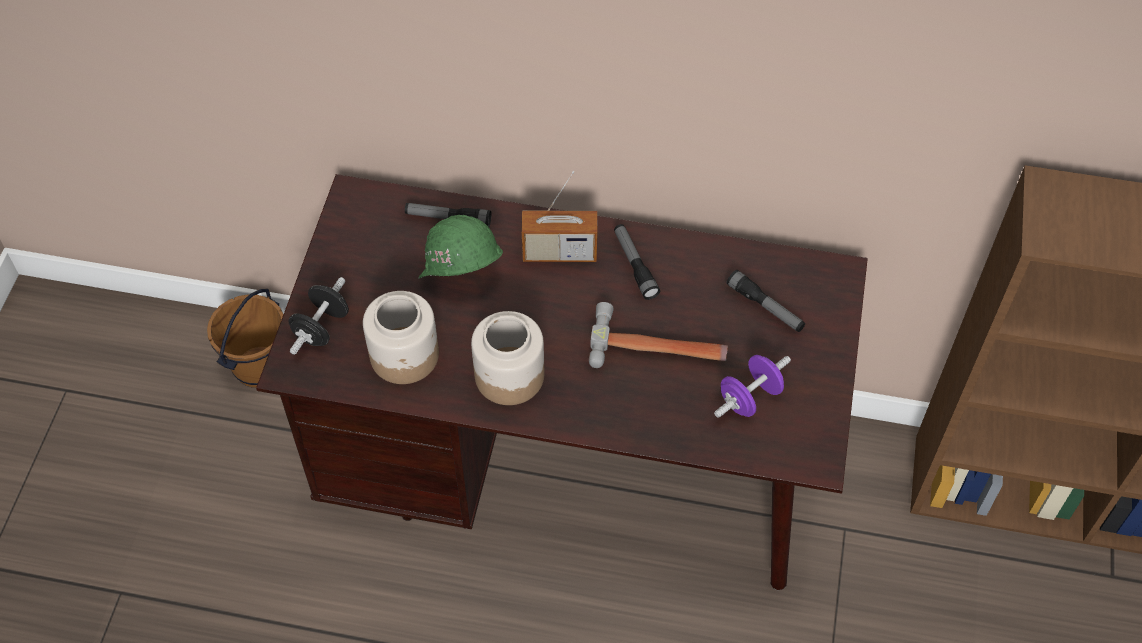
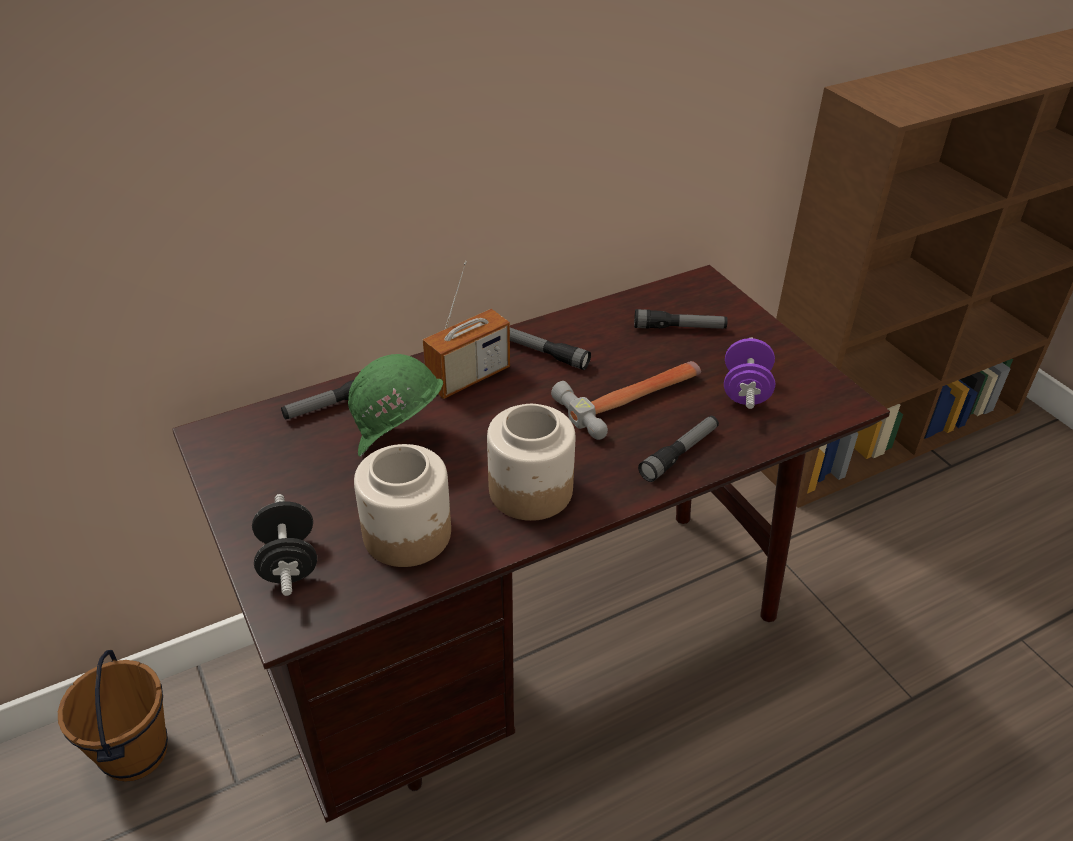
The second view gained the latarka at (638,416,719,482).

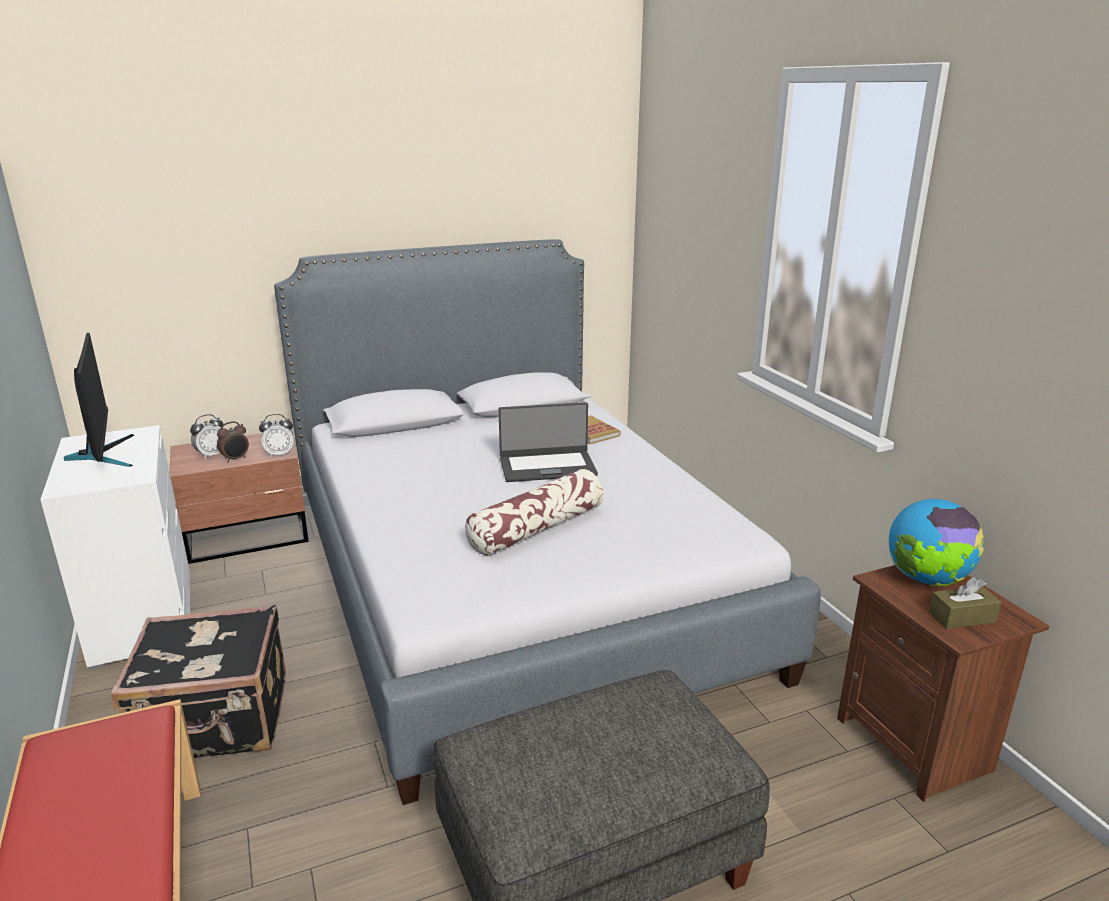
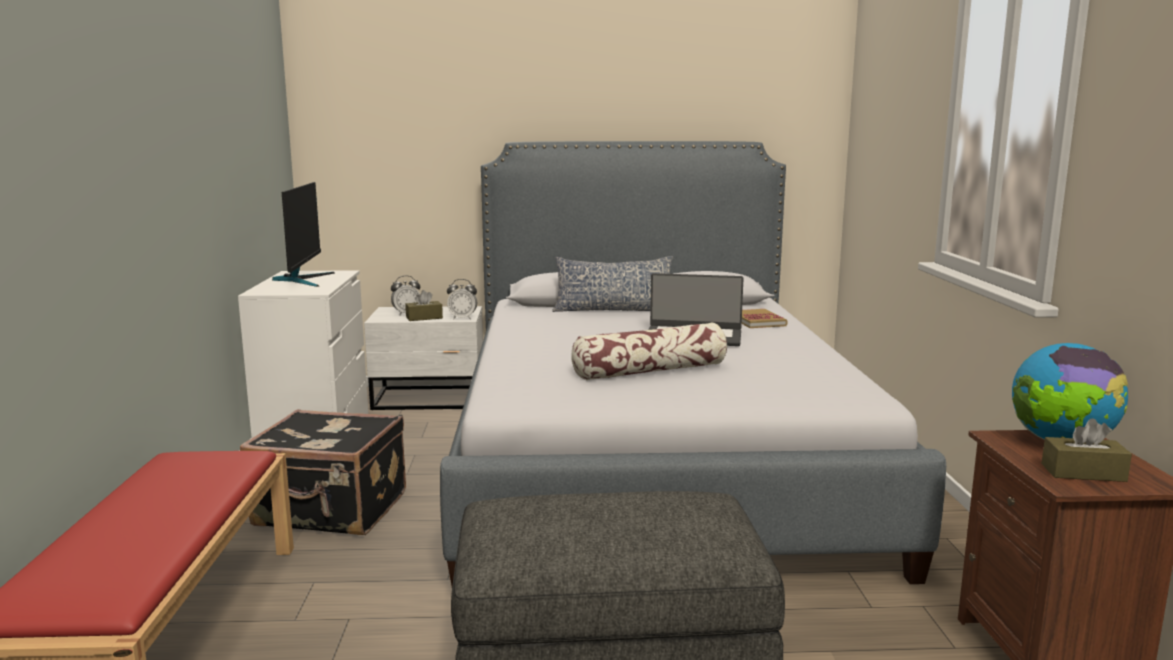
What was the szafka nocna [brązowy] at (170,434,309,564) turned into the szafka nocna [biały] at (364,306,483,410).
Where the budzik stood at (217,421,249,462), the pudełko chusteczek [brązowy] came to stand at (406,290,443,321).
The second view gained the poduszka at (552,256,673,312).

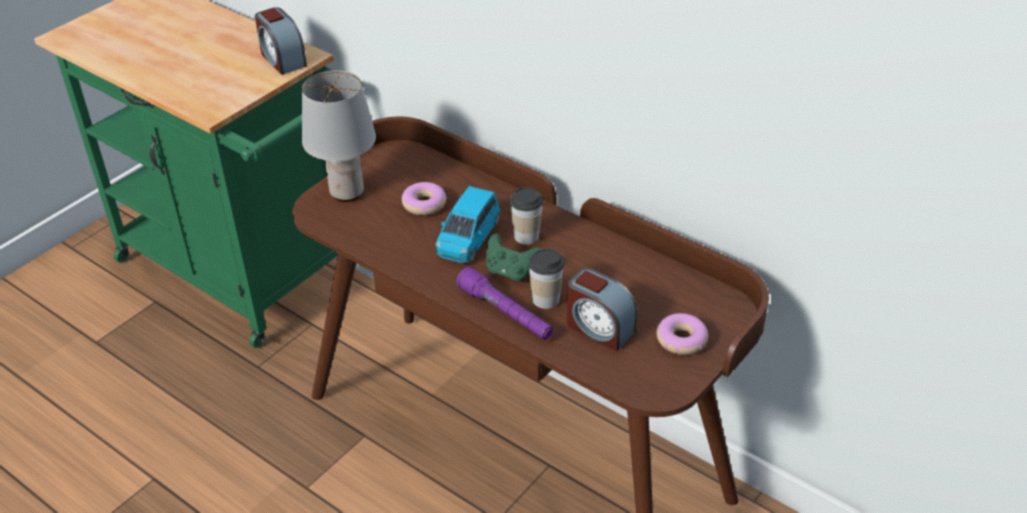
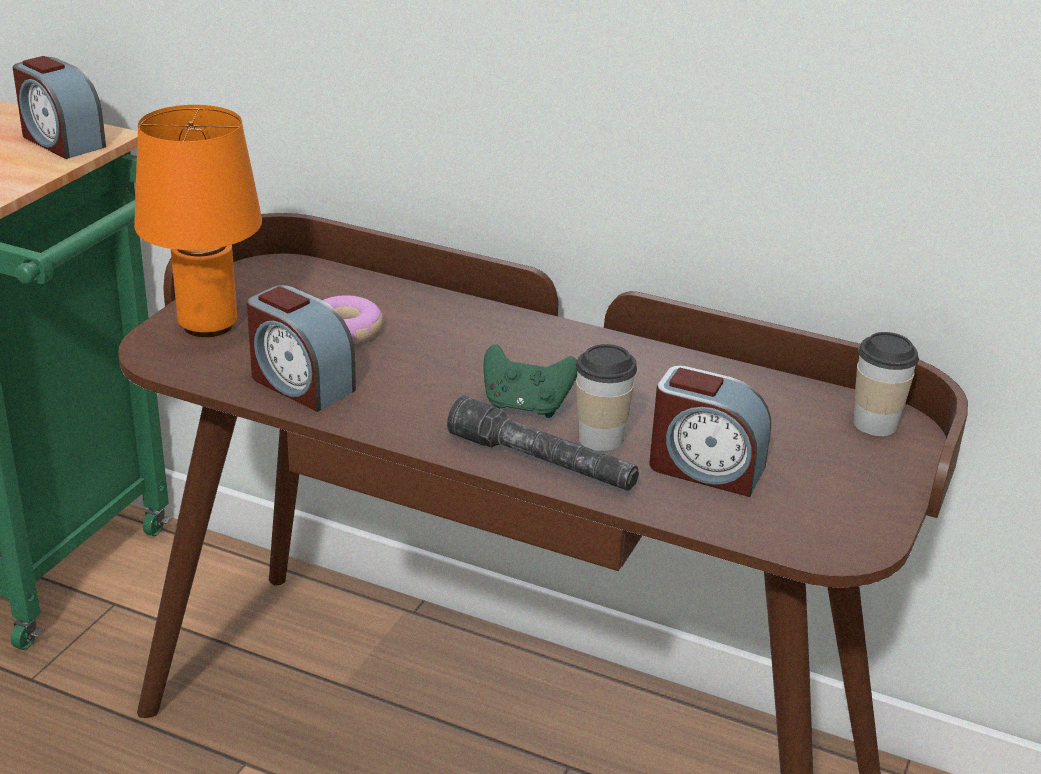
What was the lampa stołowa [szary] at (302,70,376,202) turned into the lampa stołowa [pomarańczowy] at (134,105,262,337).
The second view gained the budzik at (247,285,356,412).
What was the latarka [fioletowy] at (456,267,553,340) turned into the latarka [szary] at (447,396,639,491).
The filiżanka ended up elsewhere, having gone from (510,187,543,245) to (853,332,919,436).
The second view lost the samochodzik [niebieski] at (435,186,500,263).
The second view lost the donut at (657,313,708,355).

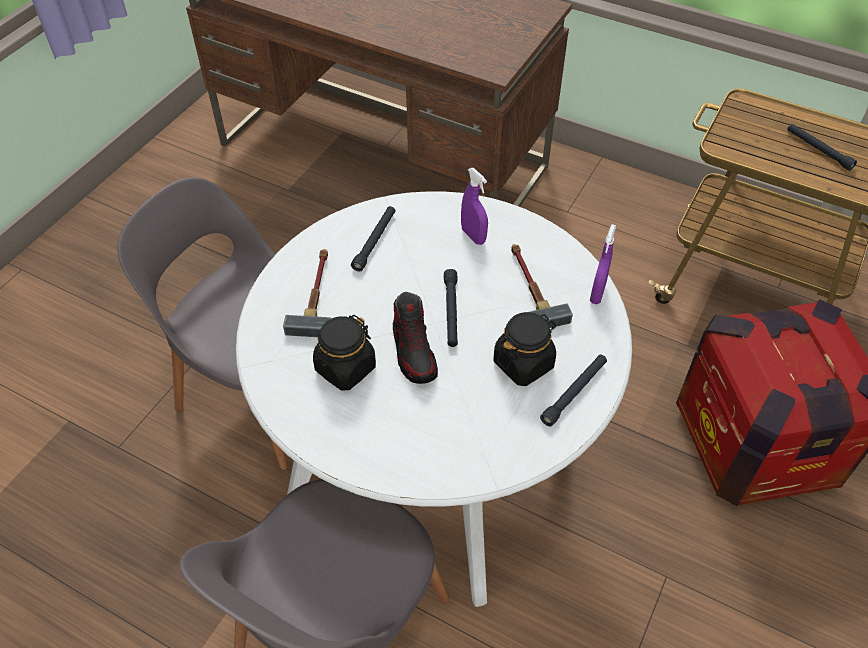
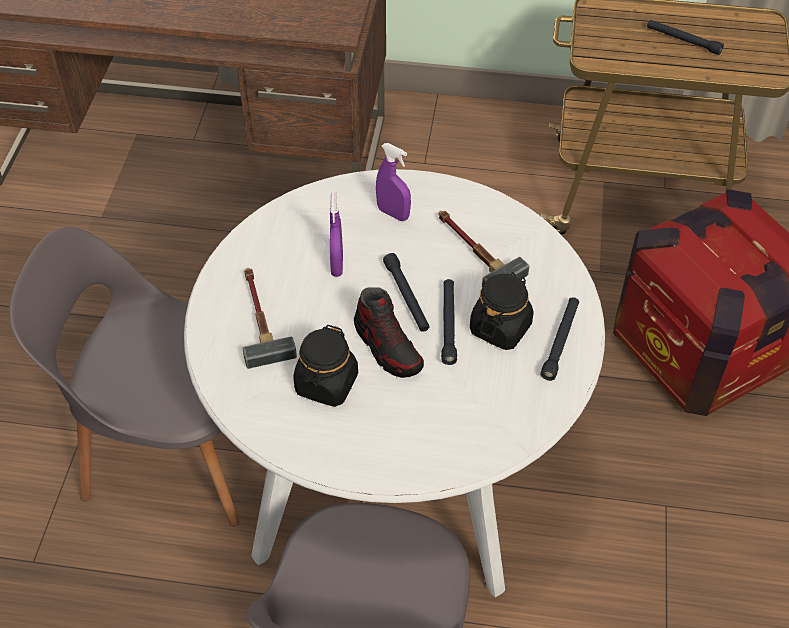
The spryskiwacz [fioletowy] ended up elsewhere, having gone from (590,224,616,304) to (330,192,343,277).
The latarka [czarny] ended up elsewhere, having gone from (351,206,395,271) to (441,279,457,365).

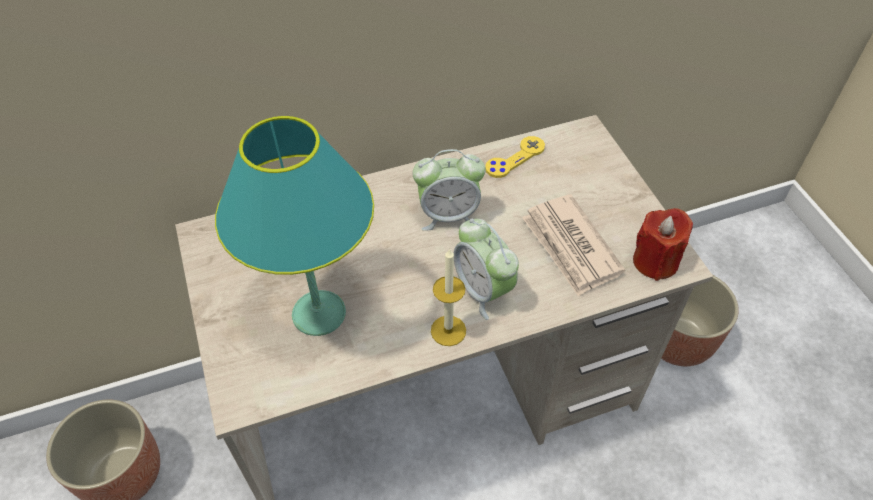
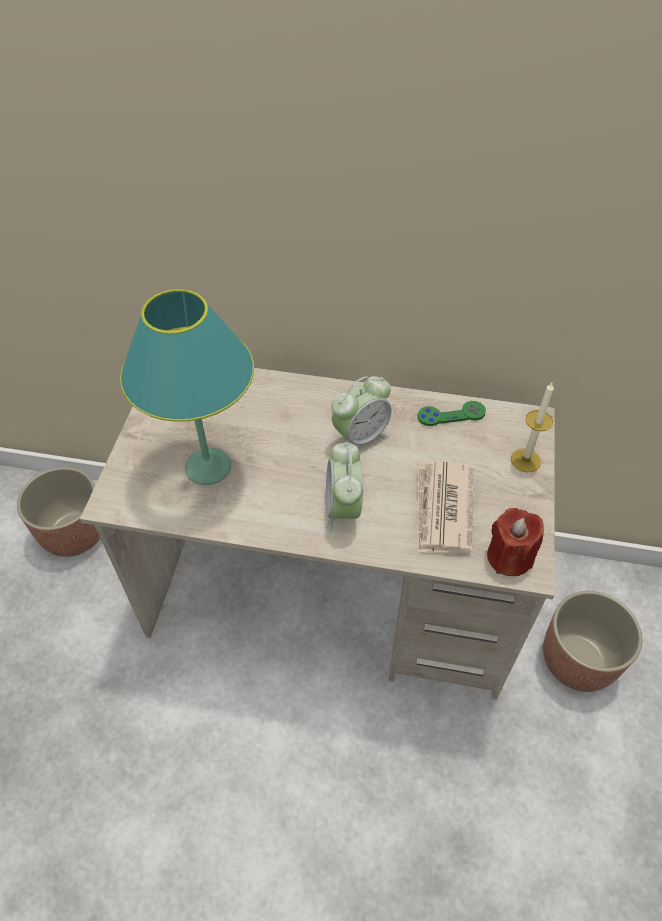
The budzik at (412,149,486,231) ended up facing another way, 60 degrees counterclockwise from before.
What was the pad do gier [żółty] at (485,136,545,178) turned into the pad do gier [zielony] at (417,401,486,426).
The świeca ended up elsewhere, having gone from (431,248,466,346) to (511,383,554,472).

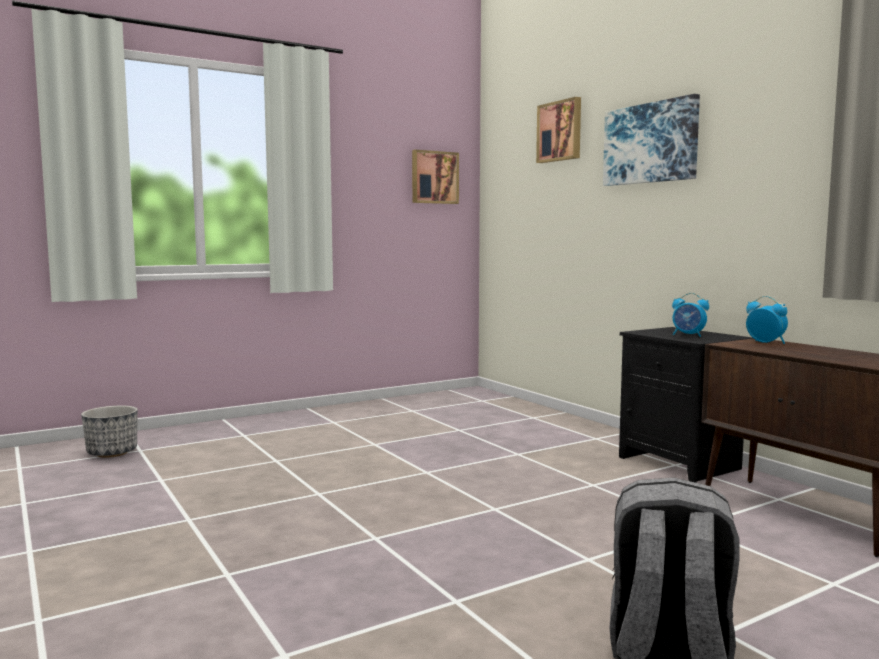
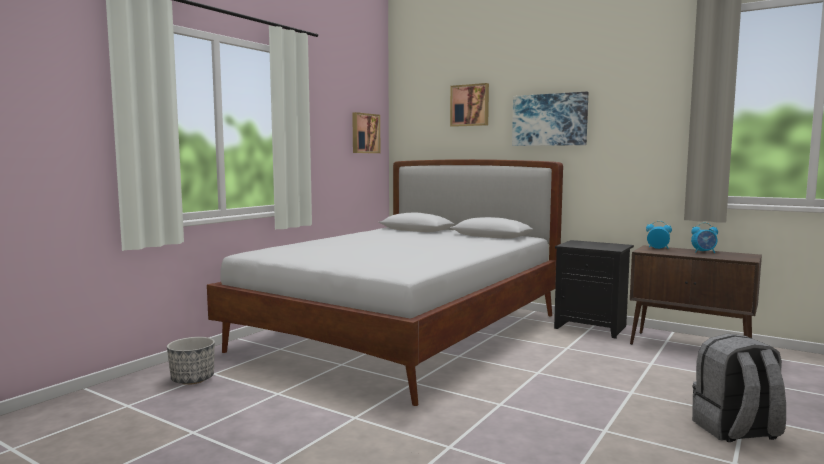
The second view gained the łóżko [biały] at (207,159,563,406).
The budzik ended up elsewhere, having gone from (672,293,709,337) to (691,222,718,253).

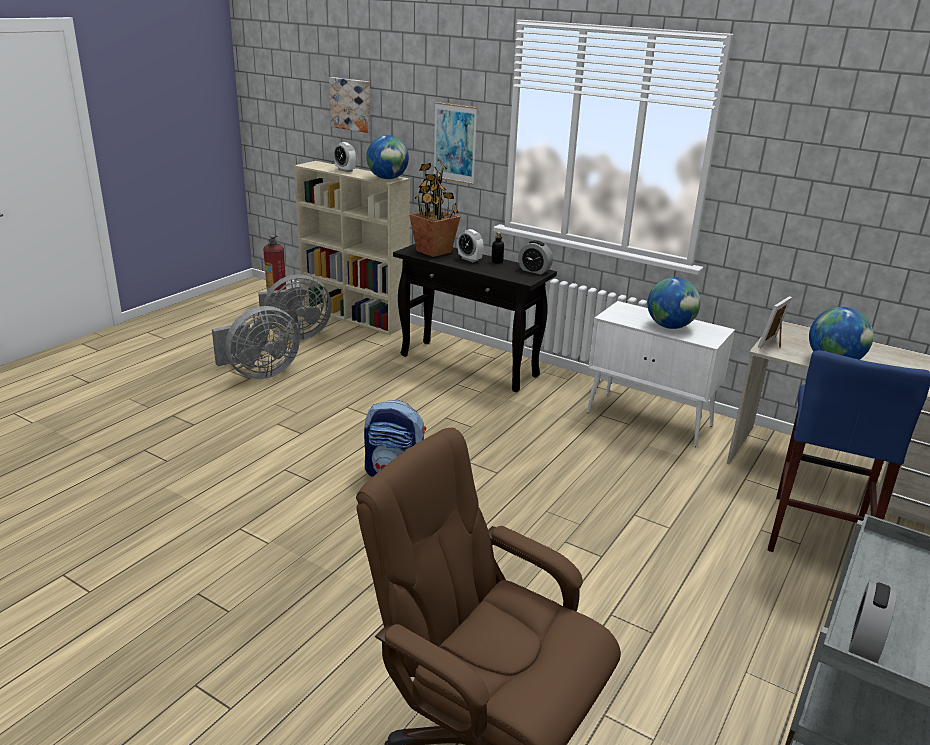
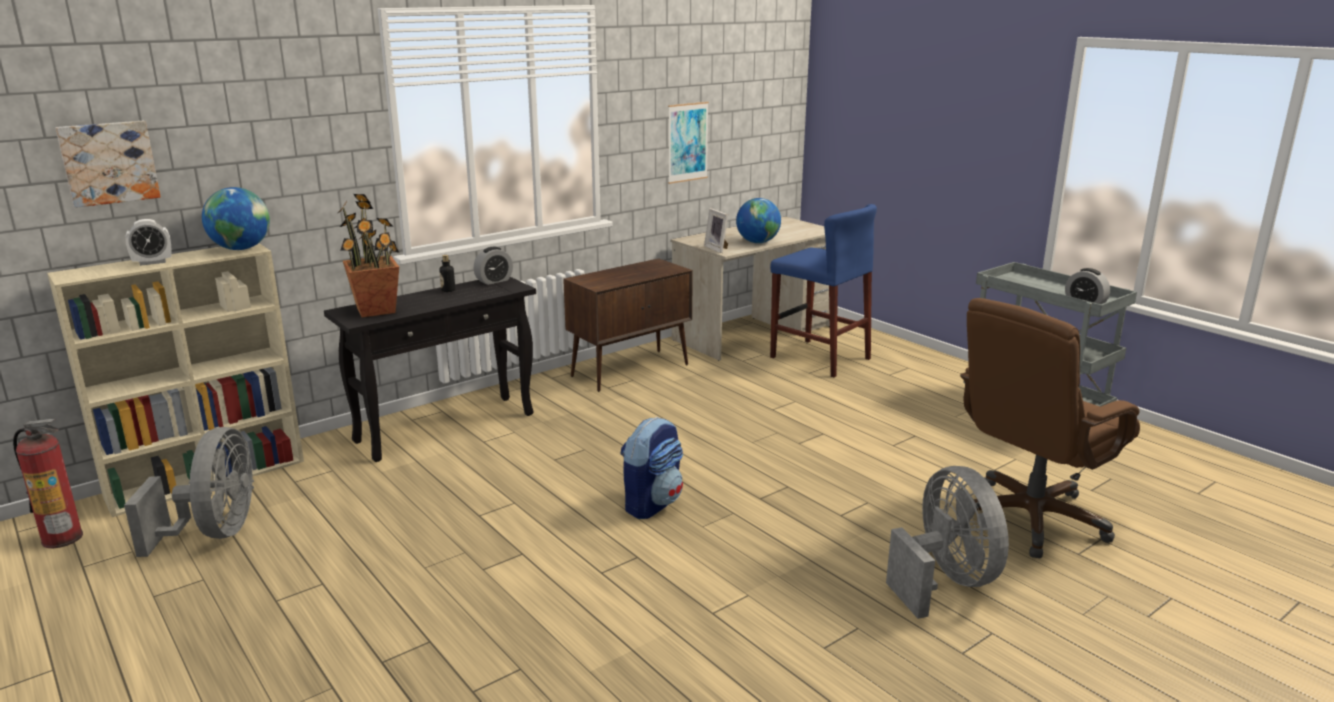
What was the szafka [biały] at (586,301,735,447) turned into the szafka [brązowy] at (563,258,693,392).
The obraz ended up elsewhere, having gone from (434,102,477,185) to (668,102,709,184).
The wentylator [szary] ended up elsewhere, having gone from (212,306,300,379) to (886,466,1009,619).
The second view lost the budzik at (458,229,483,262).
The second view lost the globus at (647,277,700,329).

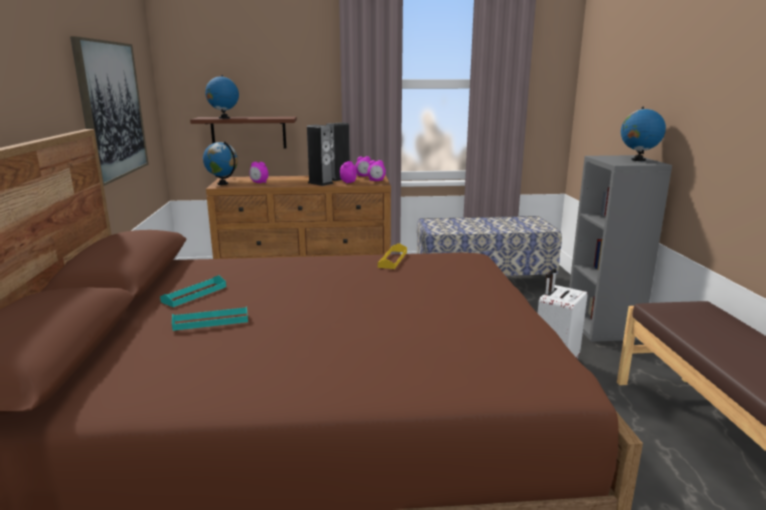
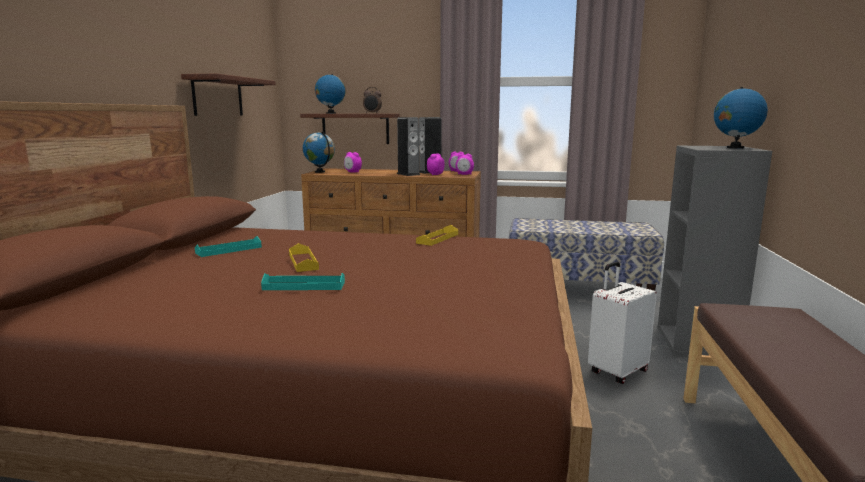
Where the obraz hung at (70,37,149,186), the półka came to hang at (181,74,276,116).
The taca [turkusowy] ended up elsewhere, having gone from (172,306,248,331) to (261,273,345,290).
The second view gained the taca [żółty] at (289,243,319,272).
The second view gained the budzik at (363,87,382,113).

